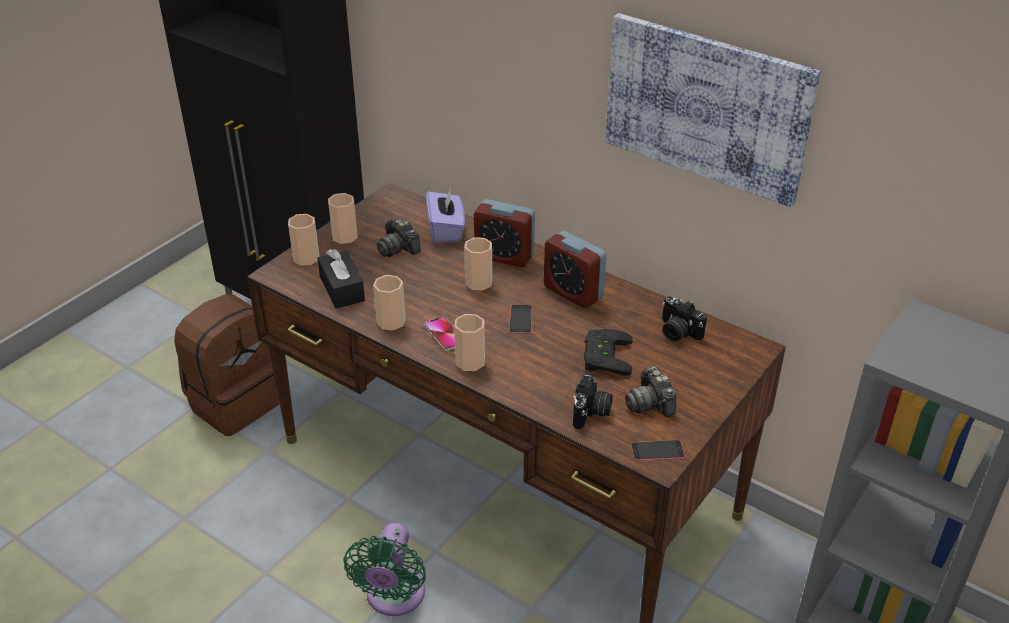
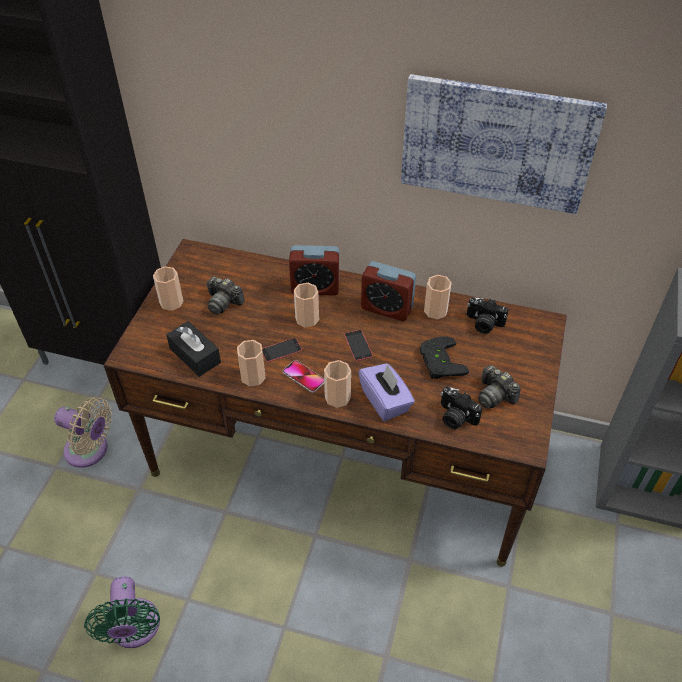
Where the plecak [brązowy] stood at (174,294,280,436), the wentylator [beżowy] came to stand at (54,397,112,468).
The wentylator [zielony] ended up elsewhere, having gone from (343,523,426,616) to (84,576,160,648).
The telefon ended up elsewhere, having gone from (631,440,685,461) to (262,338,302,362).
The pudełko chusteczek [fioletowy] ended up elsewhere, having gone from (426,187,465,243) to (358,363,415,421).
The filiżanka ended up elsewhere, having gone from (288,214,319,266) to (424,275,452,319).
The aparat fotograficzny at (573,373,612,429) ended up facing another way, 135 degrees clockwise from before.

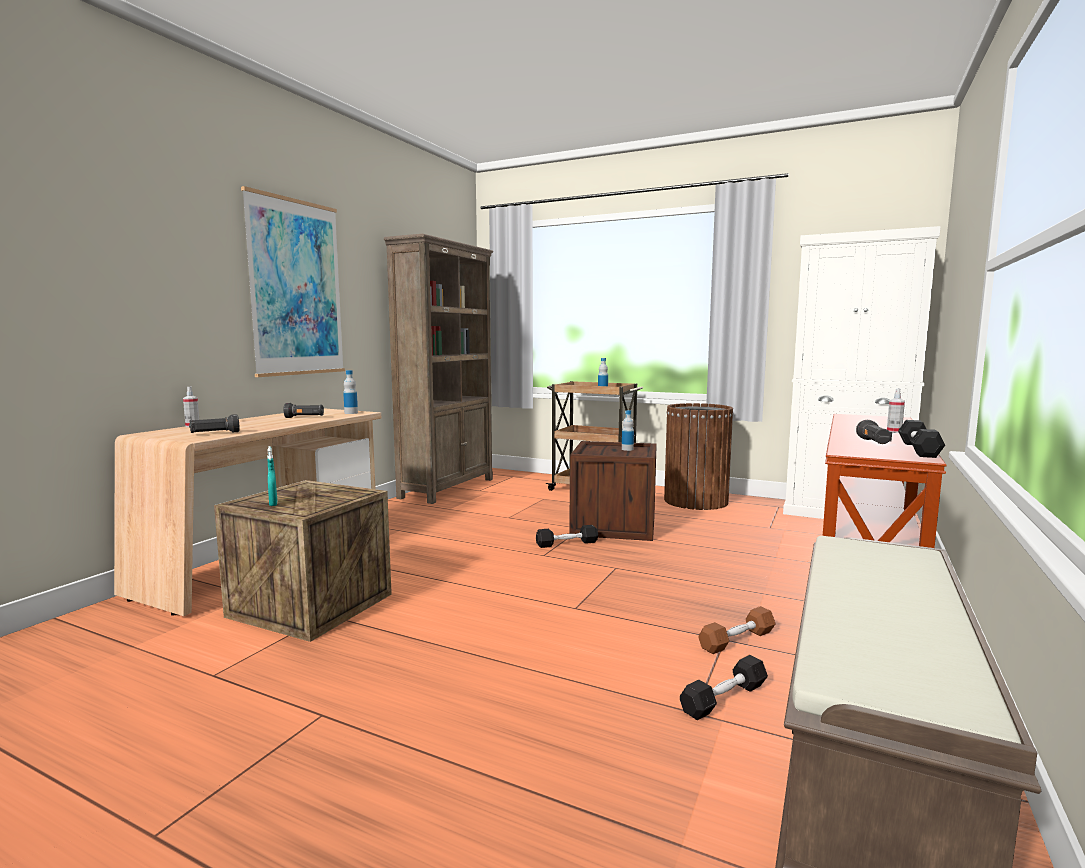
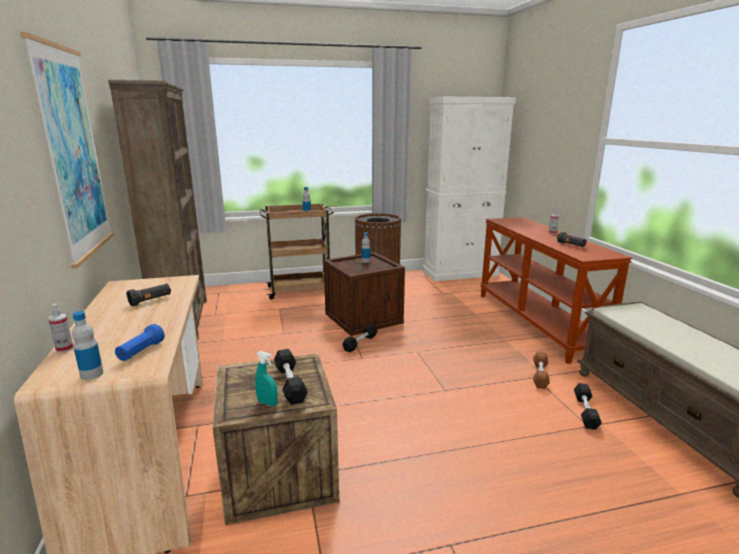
The butelka ended up elsewhere, having gone from (343,370,358,414) to (72,311,103,380).
What was the latarka [czarny] at (189,414,240,433) turned into the latarka [niebieski] at (115,324,165,361).
The hantel [czarny] ended up elsewhere, having gone from (898,420,945,458) to (274,349,308,405).

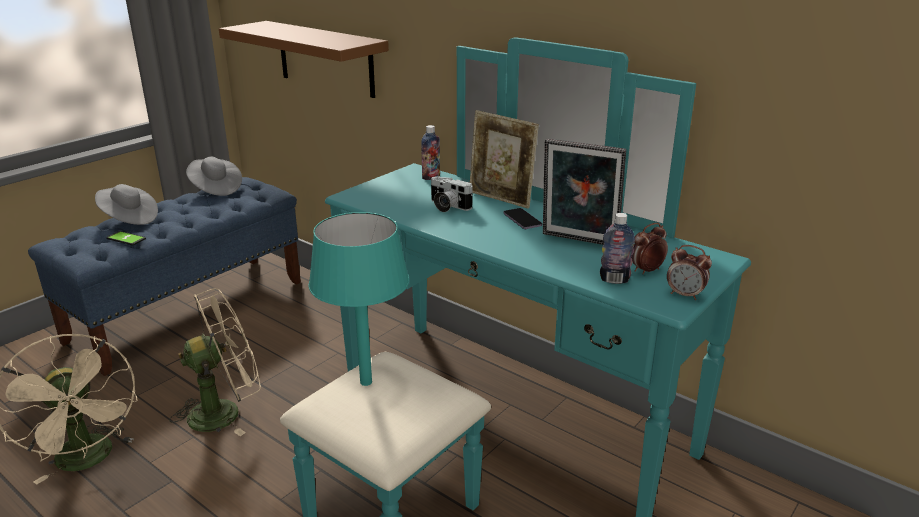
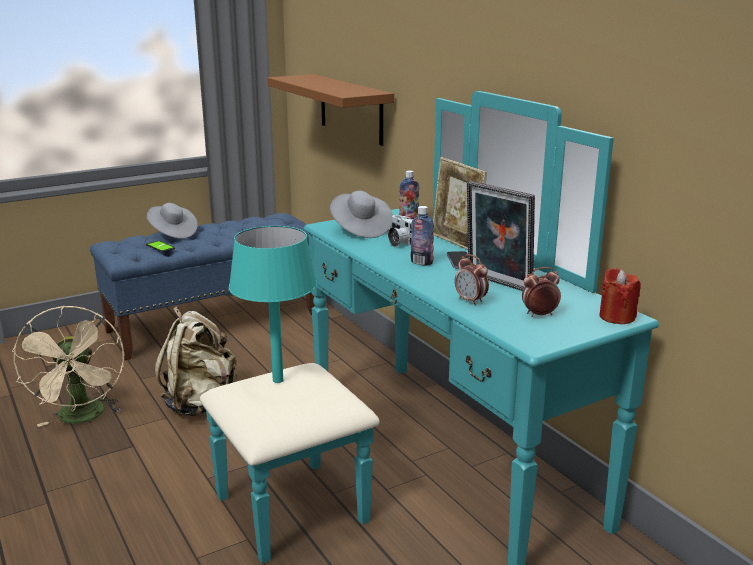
Where the wentylator [beżowy] stood at (169,288,261,436), the plecak [beżowy] came to stand at (154,307,238,416).
The kapelusz [szary] ended up elsewhere, having gone from (186,157,242,196) to (330,191,393,238).
The butelka ended up elsewhere, having gone from (600,213,635,284) to (410,206,434,265).
The budzik ended up elsewhere, having gone from (667,245,712,300) to (455,254,489,306).
The second view gained the świeca [czerwony] at (599,268,641,324).

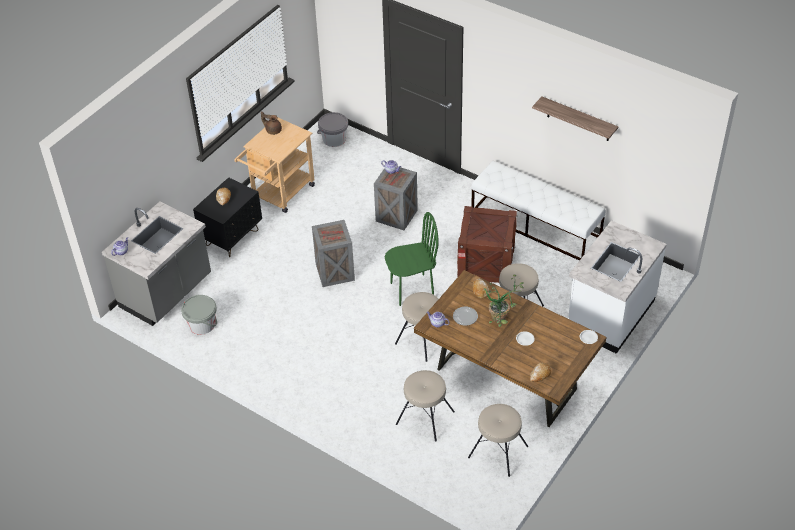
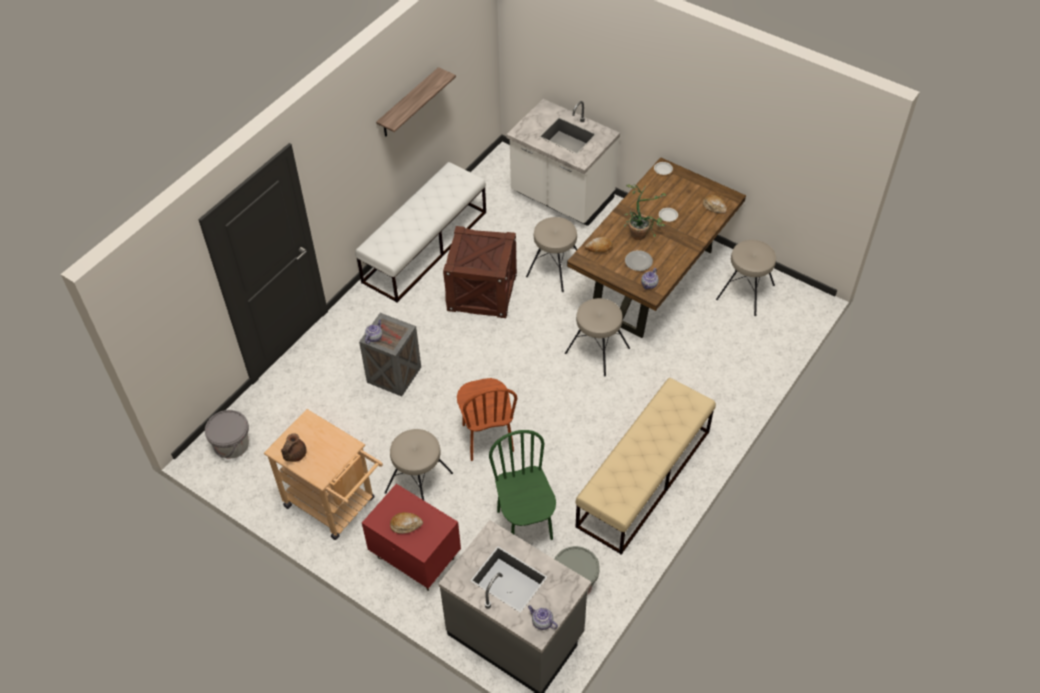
What was the szafka nocna [czarny] at (193,177,262,257) turned into the szafka nocna [czerwony] at (362,484,461,591).
The stołek [beżowy] ended up elsewhere, having gone from (396,370,455,442) to (384,429,453,500).
Where the skrzynka stood at (312,220,355,287), the krzesło [brązowy] came to stand at (457,378,517,461).
The krzesło [zielony] ended up elsewhere, having gone from (385,212,439,306) to (489,430,556,540).
The second view gained the ławka [beżowy] at (575,378,716,555).

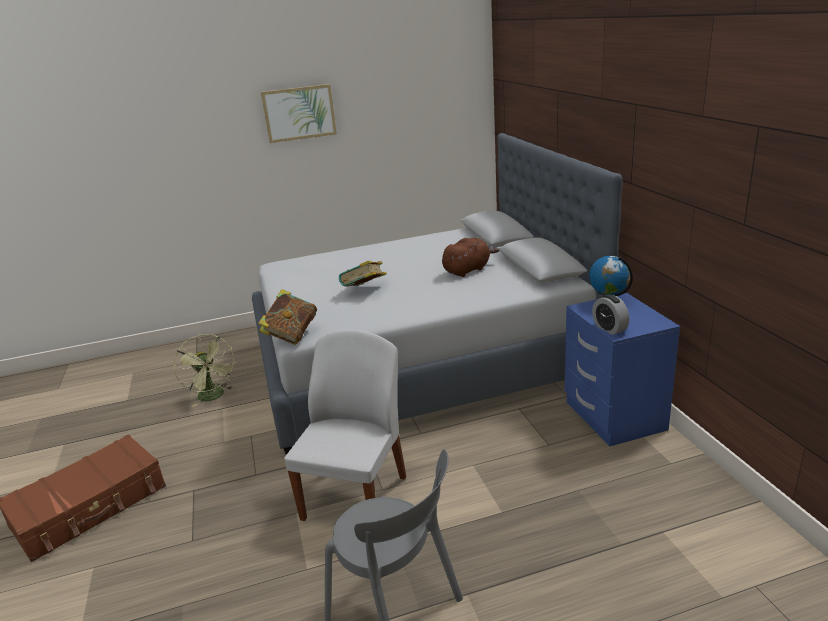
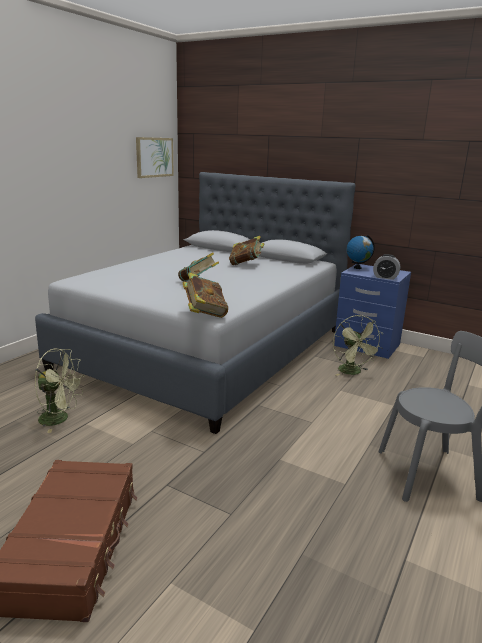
The obraz ended up elsewhere, having gone from (261,84,337,143) to (136,137,174,178).
Where the pluszak [brązowy] stood at (442,238,500,277), the książka came to stand at (229,236,264,265).
The second view gained the wentylator [zielony] at (333,315,383,376).
The second view lost the krzesło [biały] at (284,330,406,521).

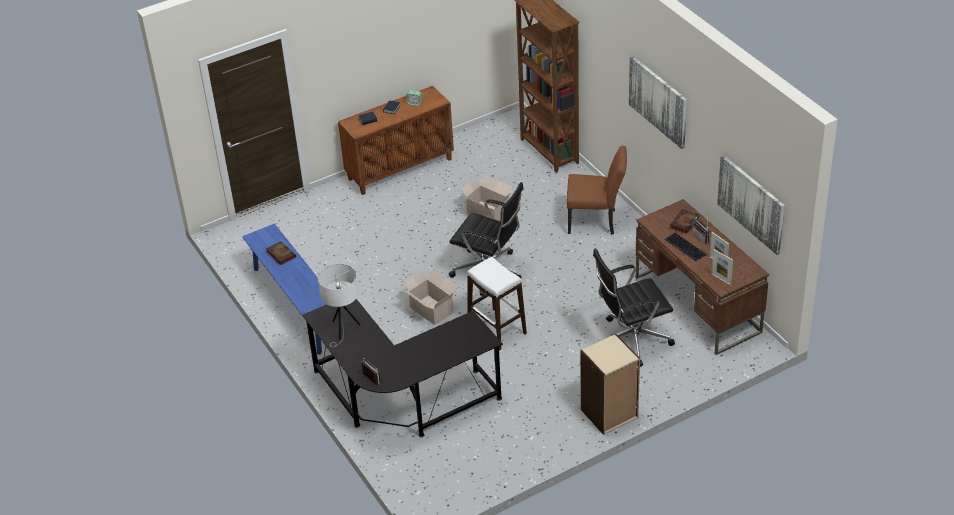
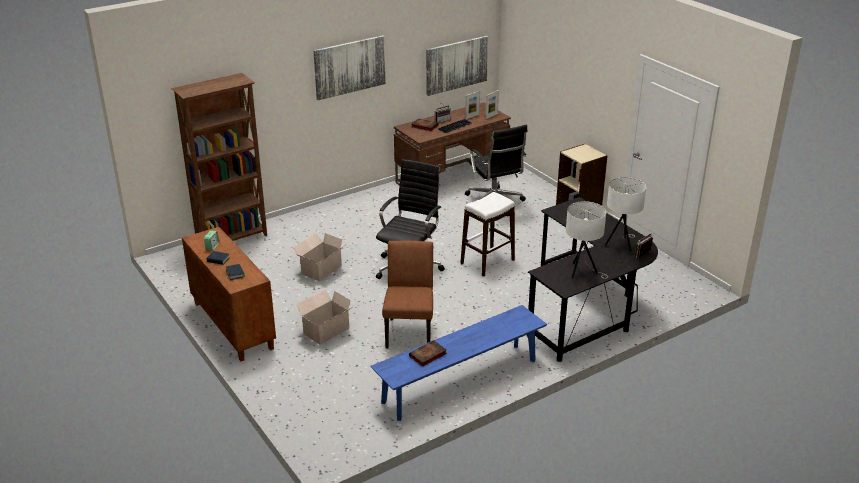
The karton ended up elsewhere, having gone from (402,269,458,325) to (296,289,354,345).
The krzesło [brązowy] ended up elsewhere, having gone from (567,146,627,234) to (382,241,433,348).
The second view gained the lampa stołowa [biały] at (605,177,646,252).

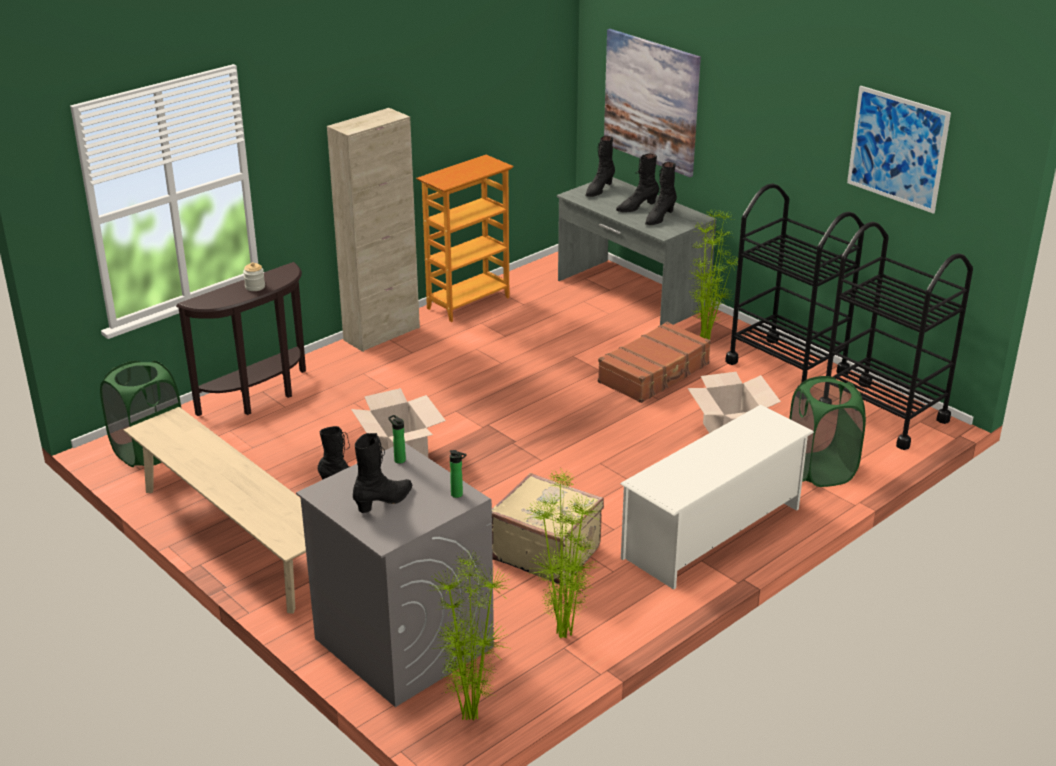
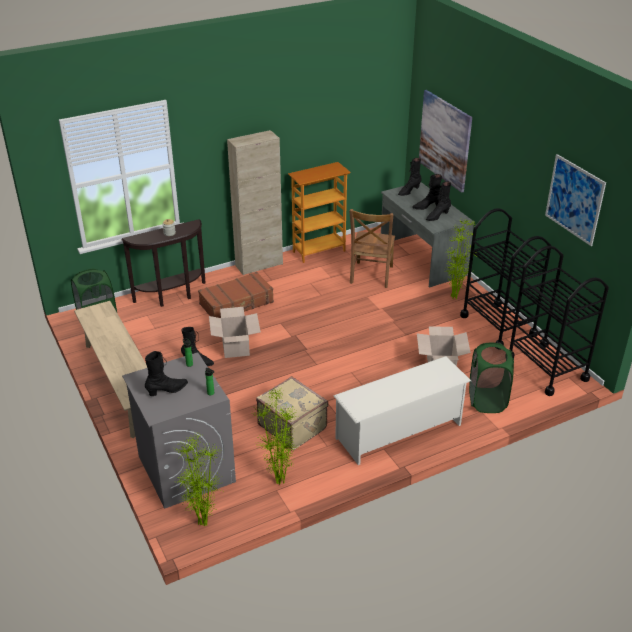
The walizka [brązowy] ended up elsewhere, having gone from (598,322,711,403) to (198,272,274,318).
The second view gained the krzesło [brązowy] at (349,209,395,288).

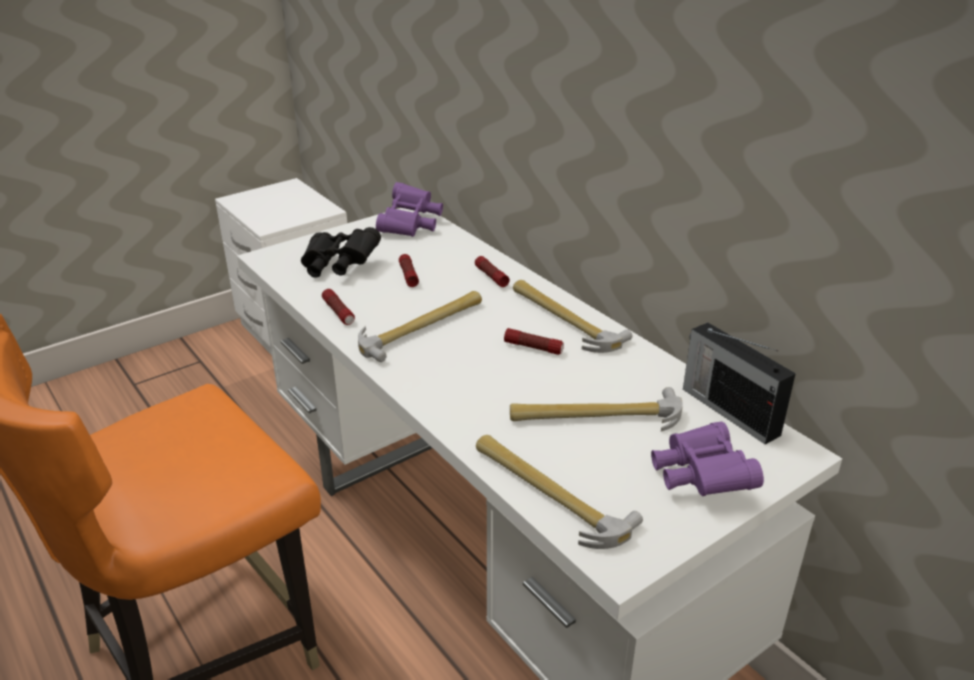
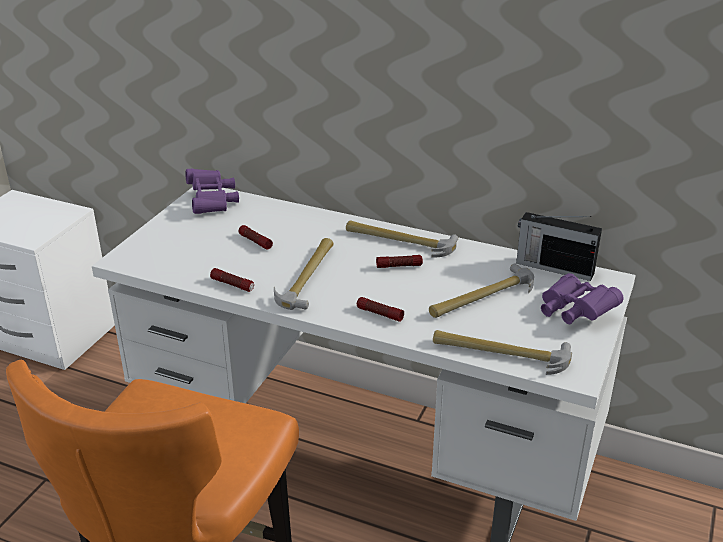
The latarka ended up elsewhere, having gone from (475,256,510,287) to (357,297,404,322).
The second view lost the lornetka [czarny] at (301,227,381,278).

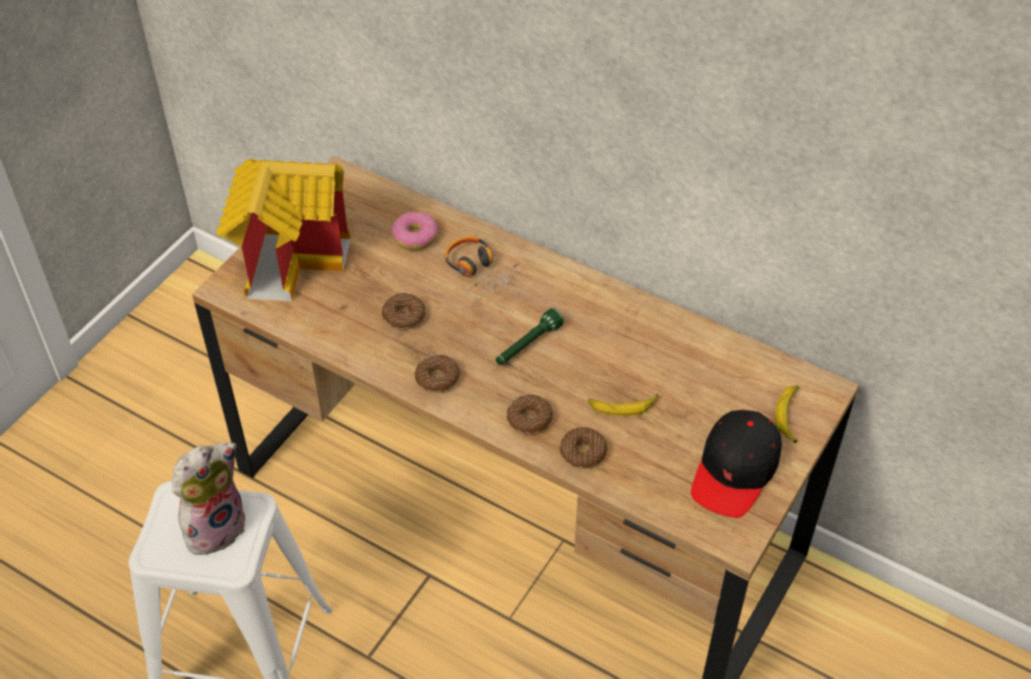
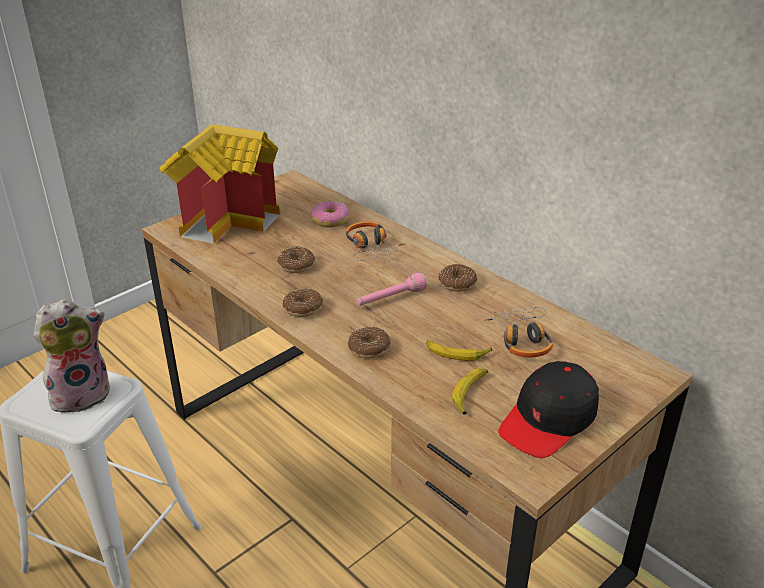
What was the latarka [zielony] at (496,308,564,365) turned into the latarka [różowy] at (356,272,427,306).
The donut ended up elsewhere, having gone from (560,427,607,469) to (439,264,477,292).
The banan ended up elsewhere, having gone from (775,385,799,443) to (452,368,488,415).
The second view gained the słuchawki at (484,306,553,357).

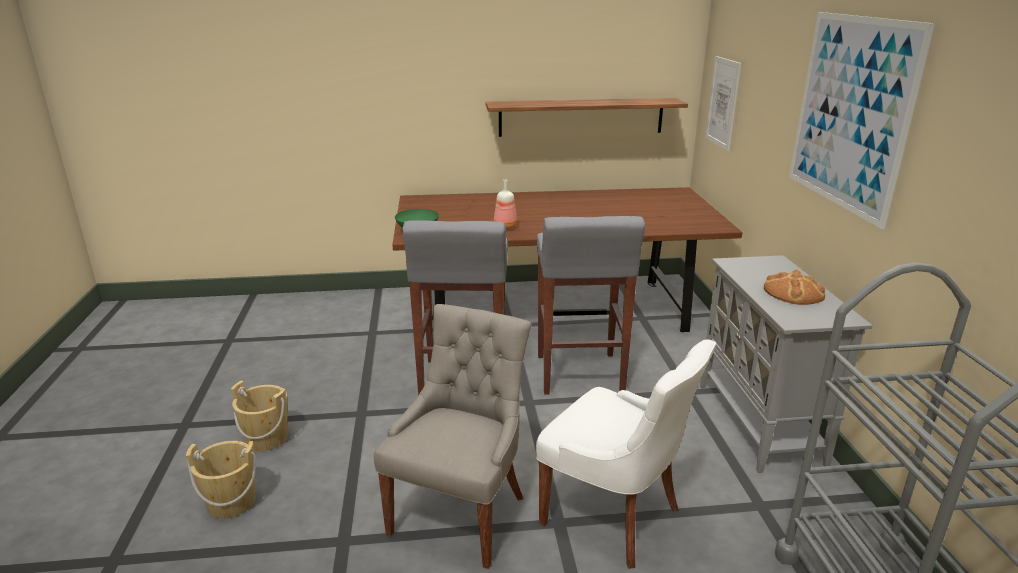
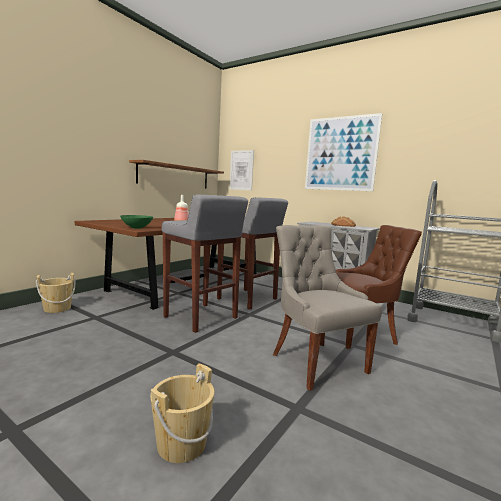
The wiadro [beżowy] ended up elsewhere, having gone from (231,380,288,451) to (36,273,75,313).
What was the krzesło [biały] at (536,339,716,569) turned into the krzesło [brązowy] at (336,225,422,349).

